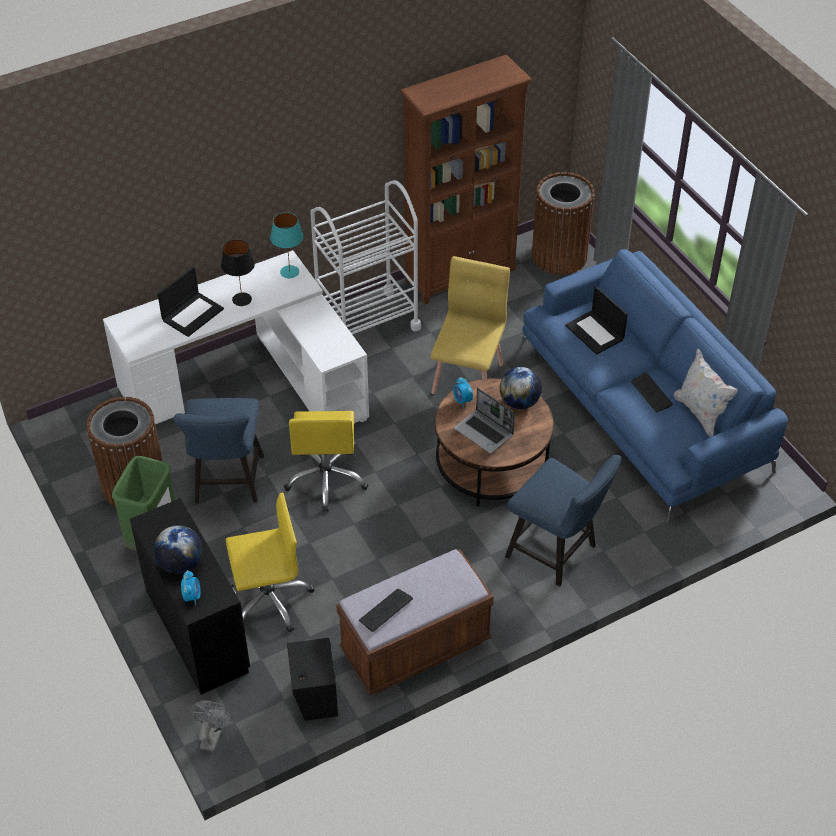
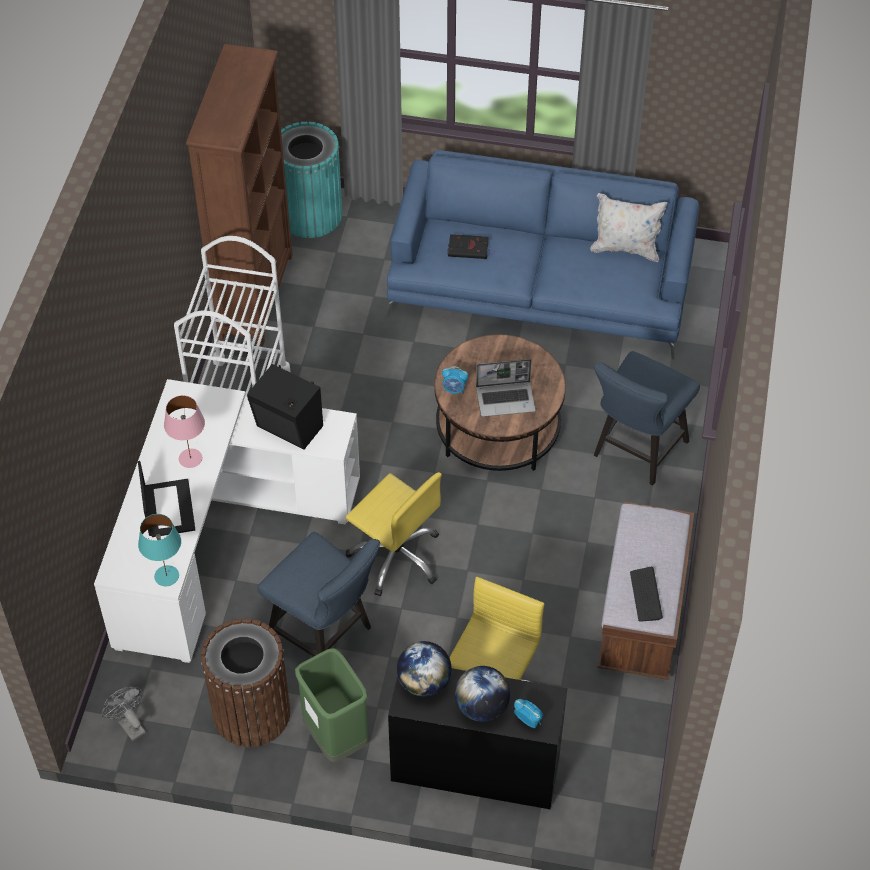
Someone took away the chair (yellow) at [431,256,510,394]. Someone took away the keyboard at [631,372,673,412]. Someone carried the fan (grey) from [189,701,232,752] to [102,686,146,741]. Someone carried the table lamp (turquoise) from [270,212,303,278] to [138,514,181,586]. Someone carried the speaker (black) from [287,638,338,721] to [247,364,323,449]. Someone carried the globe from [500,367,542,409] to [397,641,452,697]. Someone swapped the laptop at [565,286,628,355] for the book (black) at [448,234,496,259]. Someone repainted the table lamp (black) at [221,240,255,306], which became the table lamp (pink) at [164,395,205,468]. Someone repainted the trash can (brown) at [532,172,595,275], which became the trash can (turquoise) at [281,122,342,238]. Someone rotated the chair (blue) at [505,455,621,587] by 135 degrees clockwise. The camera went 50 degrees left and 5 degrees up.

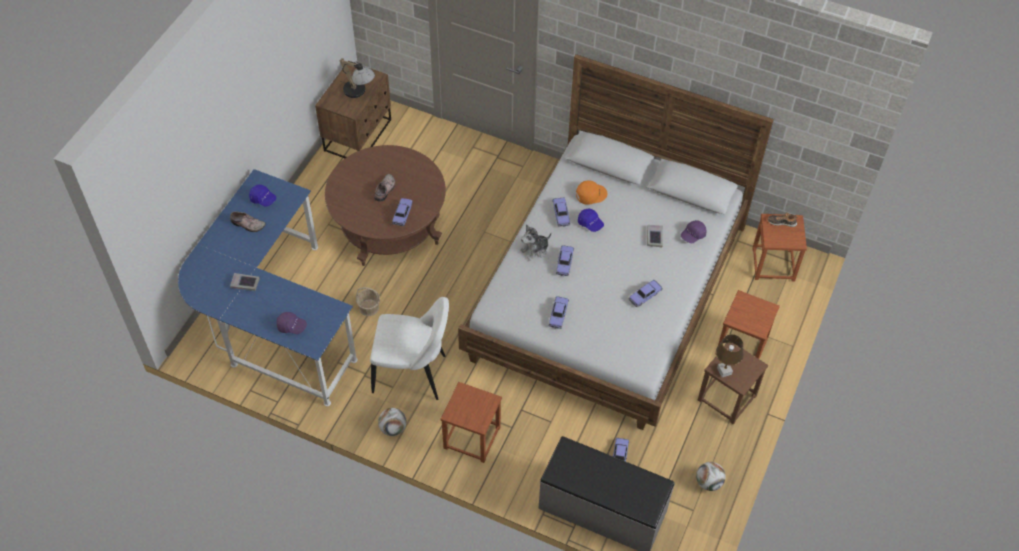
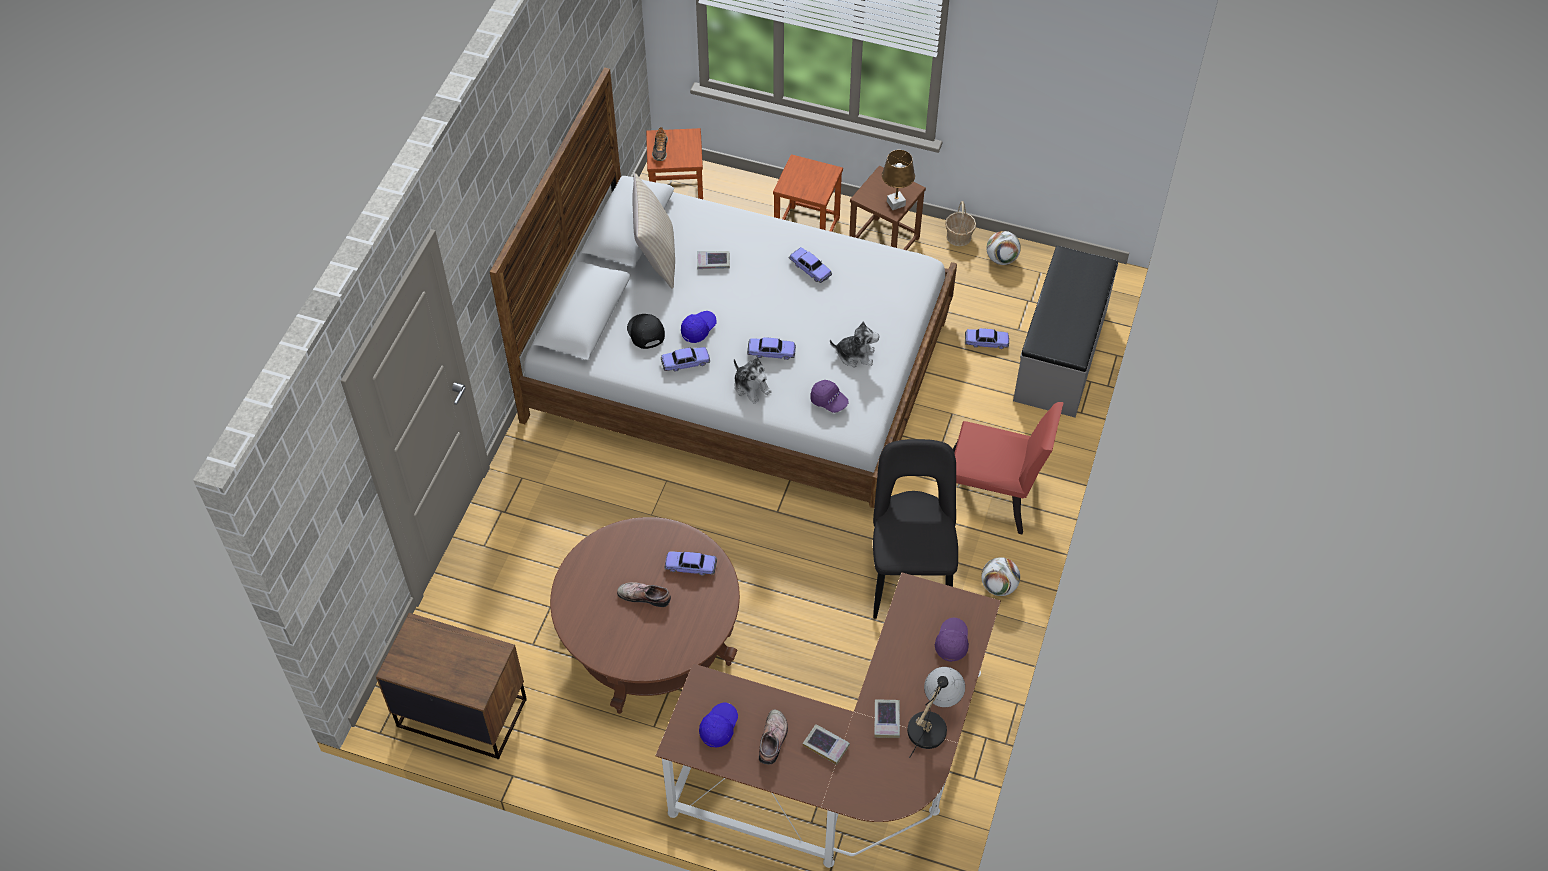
Someone put down the pillow (beige) at [632,173,675,289]. Someone put down the book at [803,724,850,765]. Someone carried the table lamp from [339,58,375,98] to [907,667,965,758]. Someone carried the basket from [356,287,380,316] to [945,201,976,246]. Someone carried the cap (purple) from [681,220,706,243] to [810,380,849,413]. Someone swapped the stool (brown) at [441,382,502,463] for the chair (red) at [953,402,1064,535]. Someone swapped the toy car at [549,296,569,329] for the plush toy at [830,321,879,368]. Someone repainted the desk (blue) at [178,169,358,406], which became the desk (brown) at [655,572,1001,868]. Someone repainted the chair (white) at [370,297,449,400], which became the chair (black) at [873,439,958,619]. Someone repainted the cap (orange) at [576,180,607,205], which became the cap (black) at [627,314,665,349]. The camera went 95 degrees left and 0 degrees up.

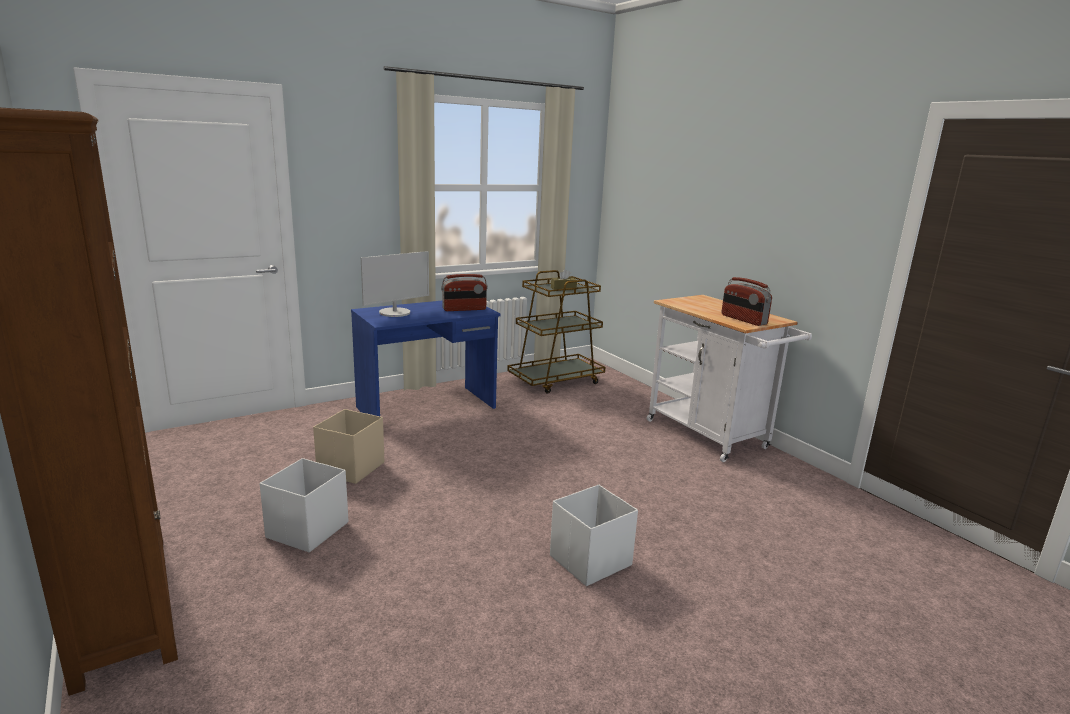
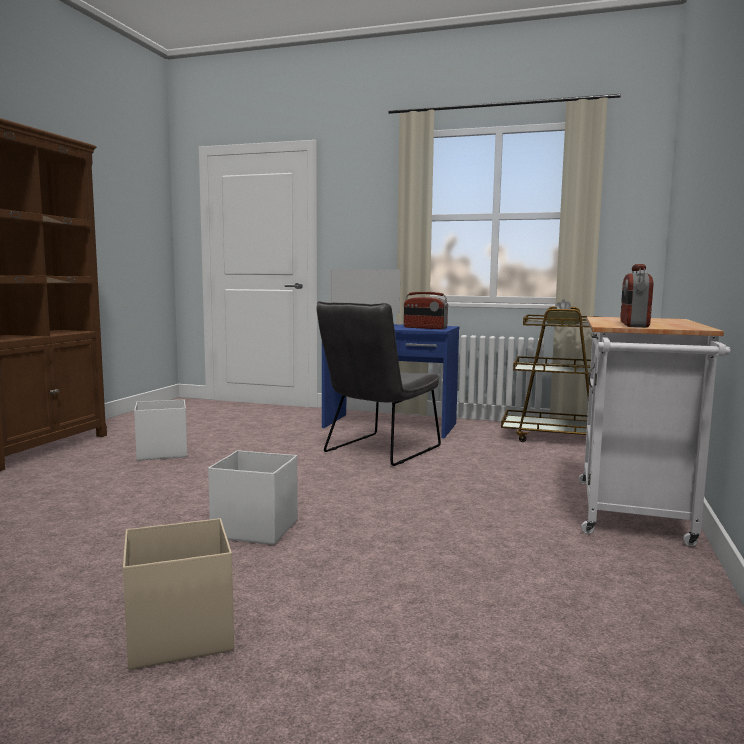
Someone put down the chair (grey) at [317,301,441,466]. Someone carried the storage box (beige) from [313,409,384,484] to [123,518,234,670]. The camera went 50 degrees right and 10 degrees down.

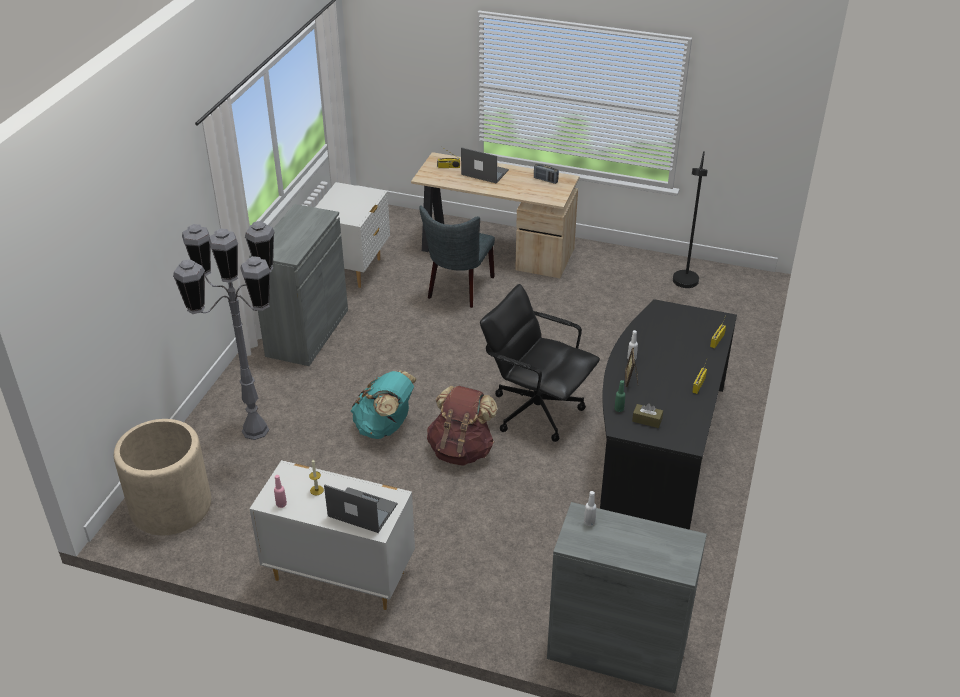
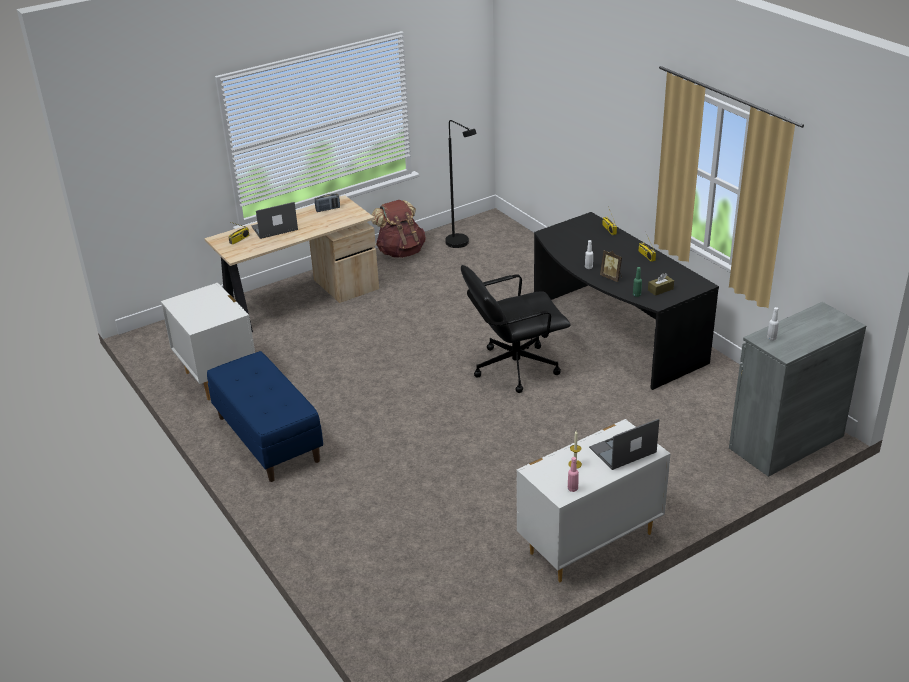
Someone took away the planter (beige) at [114,419,211,535]. Someone took away the floor lamp (grey) at [173,221,275,440]. Someone took away the backpack (turquoise) at [351,370,417,439]. Someone took away the chair (grey) at [419,205,495,308]. Someone carried the backpack (brown) from [427,386,497,466] to [371,200,426,258]. Someone swapped the cabinet (grey) at [249,204,348,366] for the bench (blue) at [207,351,323,482]. The camera went 50 degrees left and 5 degrees down.

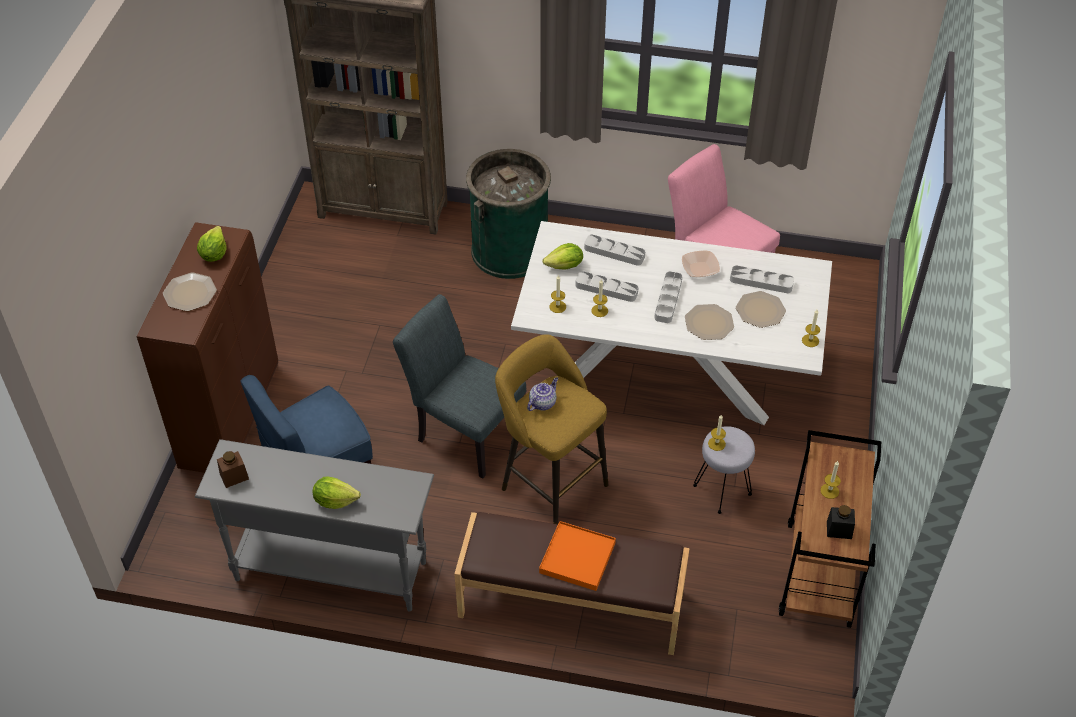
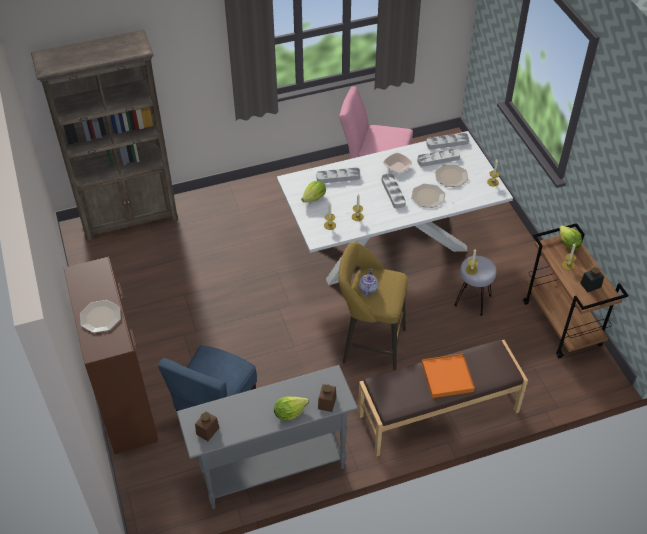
Someone took away the chair (grey) at [393,294,526,479]. Someone took away the trash can (green) at [466,149,551,279]. Someone put down the jar (brown) at [318,384,336,412]. Someone carried the lettuce from [197,226,227,262] to [559,225,582,250]. Someone carried the tray (grey) from [575,271,638,302] to [426,133,469,149]. The camera went 30 degrees left and 0 degrees up.

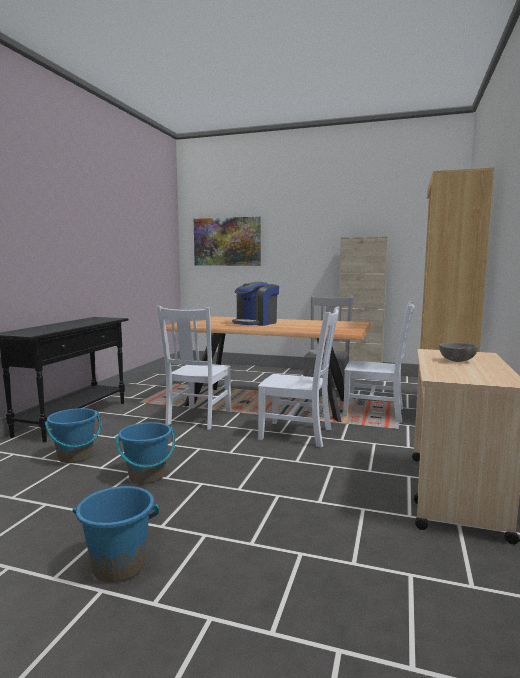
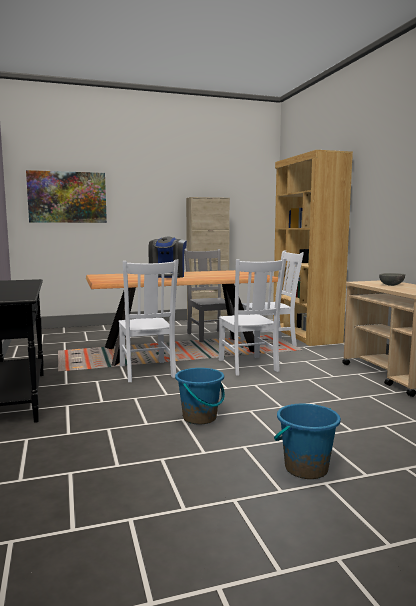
Someone took away the bucket (blue) at [44,408,101,463]. Someone rotated the chair (white) at [258,306,340,448] by 90 degrees clockwise. The camera went 35 degrees left and 0 degrees up.

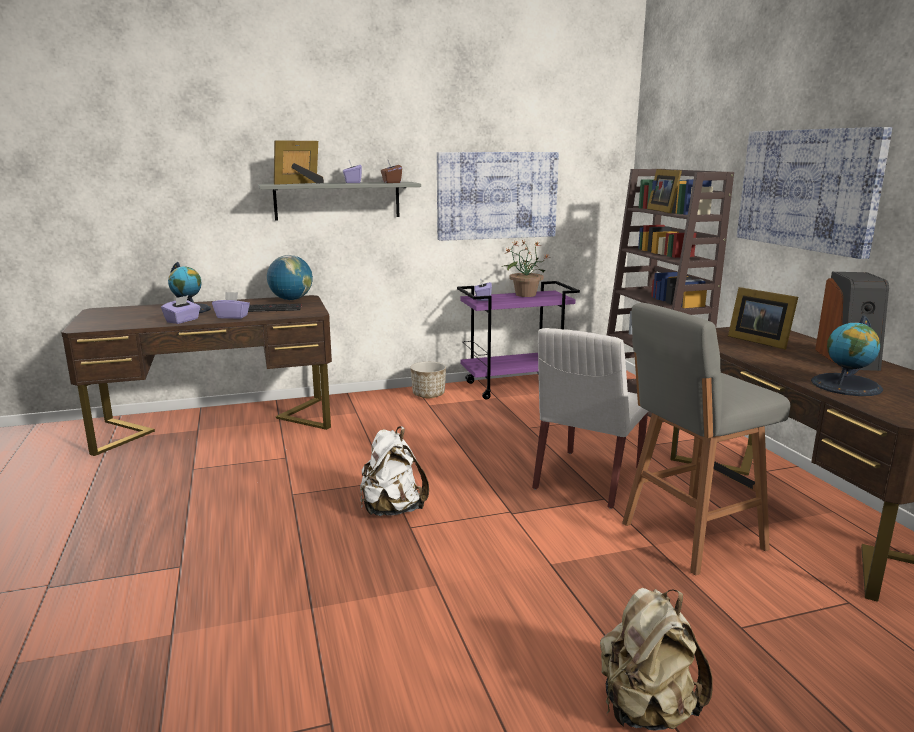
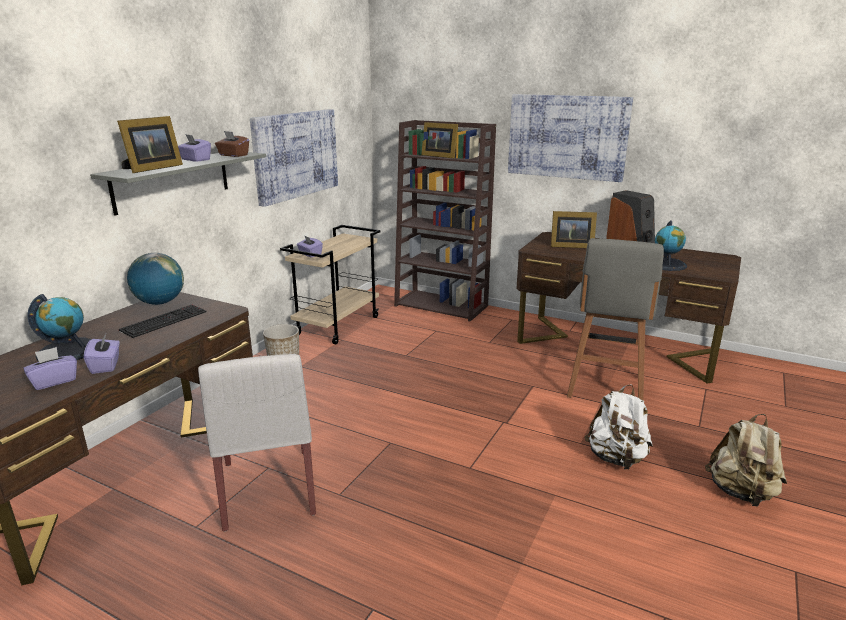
Someone took away the potted plant at [502,240,548,297]. Someone carried the tissue box (purple) from [212,292,250,319] to [24,347,77,390]. Someone carried the backpack (white) from [360,426,429,516] to [585,384,653,469]. Someone carried the chair (white) from [532,328,648,509] to [198,354,316,531]. Someone repainted the cart (purple) at [457,281,580,400], which became the cart (beige) at [280,225,380,345]. Someone rotated the picture frame at [274,140,324,185] by 150 degrees counterclockwise. The camera went 45 degrees left and 5 degrees up.

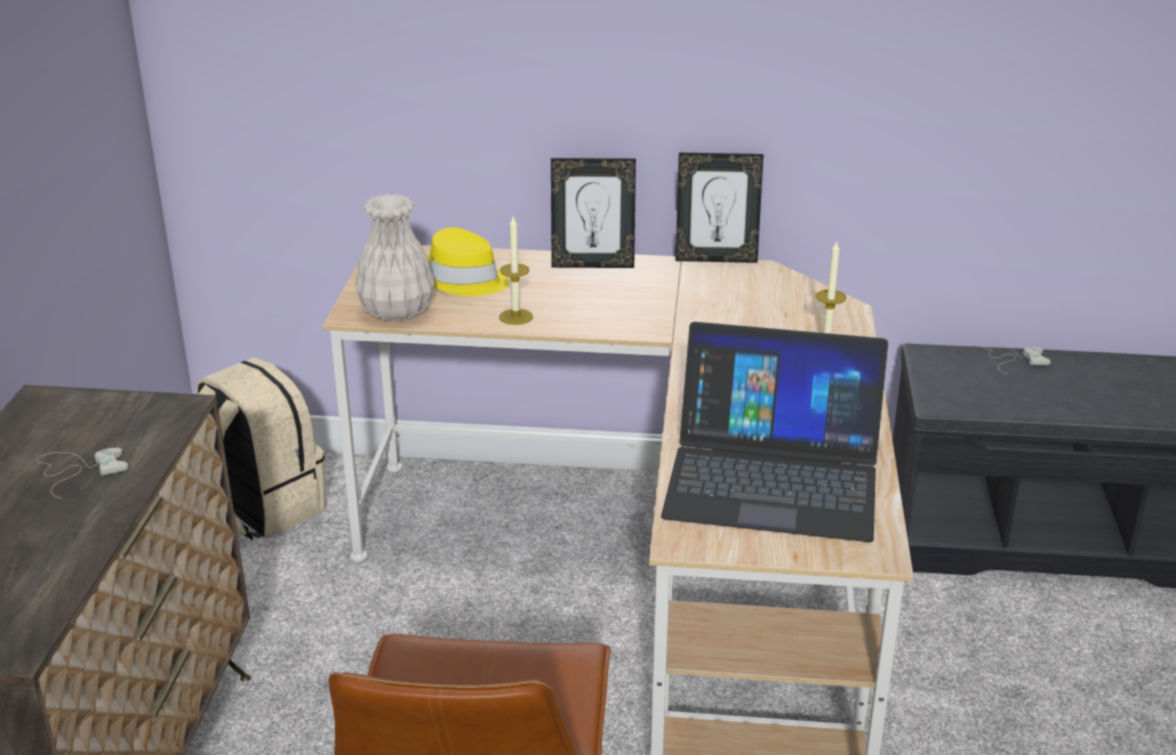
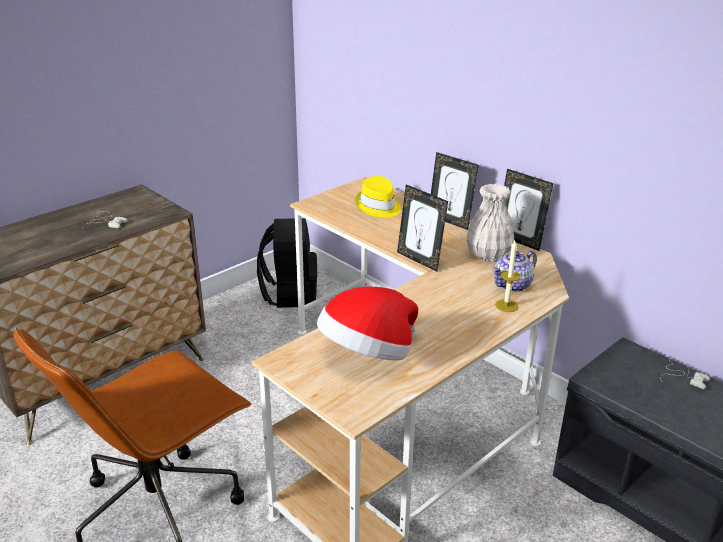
Someone took away the candle at [499,217,533,325]. Someone put down the picture frame at [397,184,448,272]. Someone put down the teapot at [493,251,537,292]. Someone carried the vase (white) from [355,194,435,322] to [466,184,515,261]. Someone swapped the laptop at [661,322,888,542] for the hat at [317,287,418,360]. Someone repainted the backpack (beige) at [196,357,326,540], which became the backpack (black) at [257,218,317,308]. The camera went 40 degrees right and 0 degrees up.

